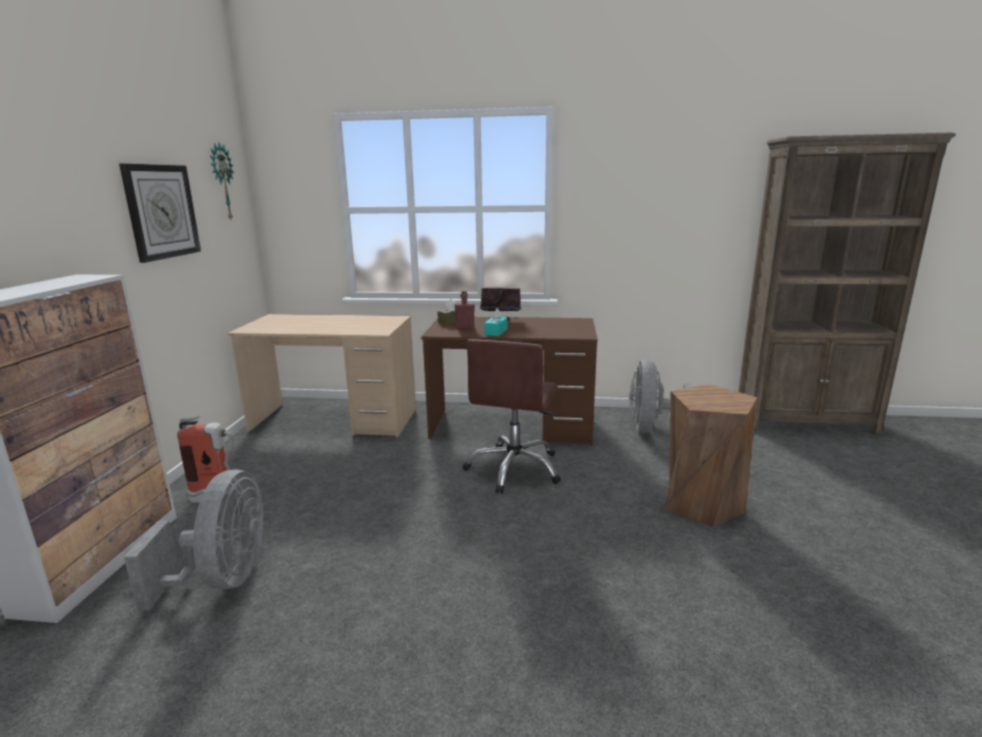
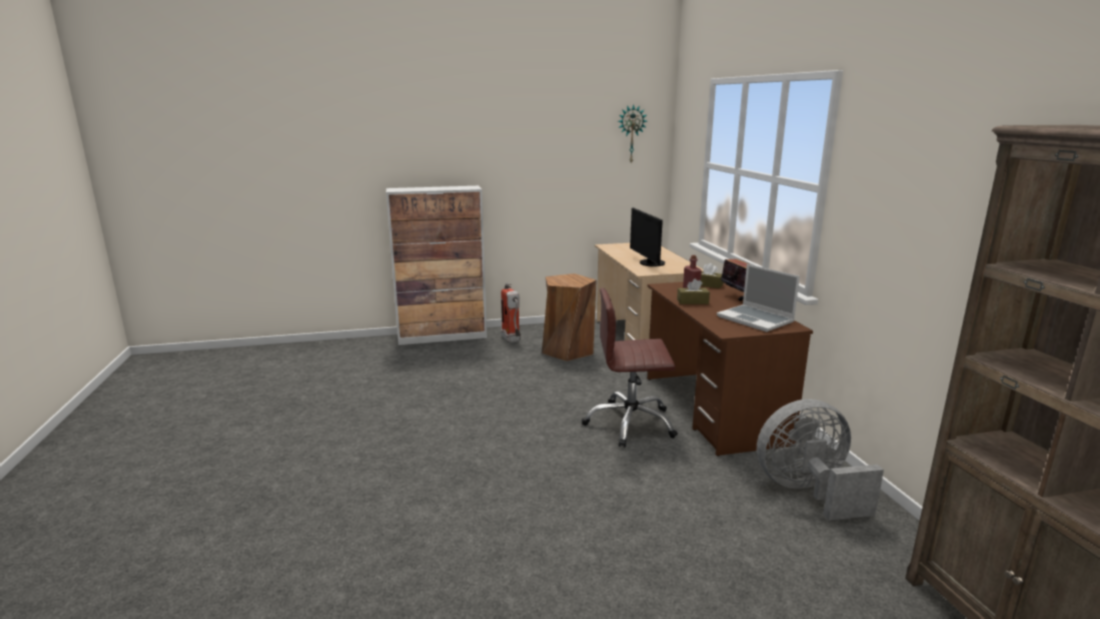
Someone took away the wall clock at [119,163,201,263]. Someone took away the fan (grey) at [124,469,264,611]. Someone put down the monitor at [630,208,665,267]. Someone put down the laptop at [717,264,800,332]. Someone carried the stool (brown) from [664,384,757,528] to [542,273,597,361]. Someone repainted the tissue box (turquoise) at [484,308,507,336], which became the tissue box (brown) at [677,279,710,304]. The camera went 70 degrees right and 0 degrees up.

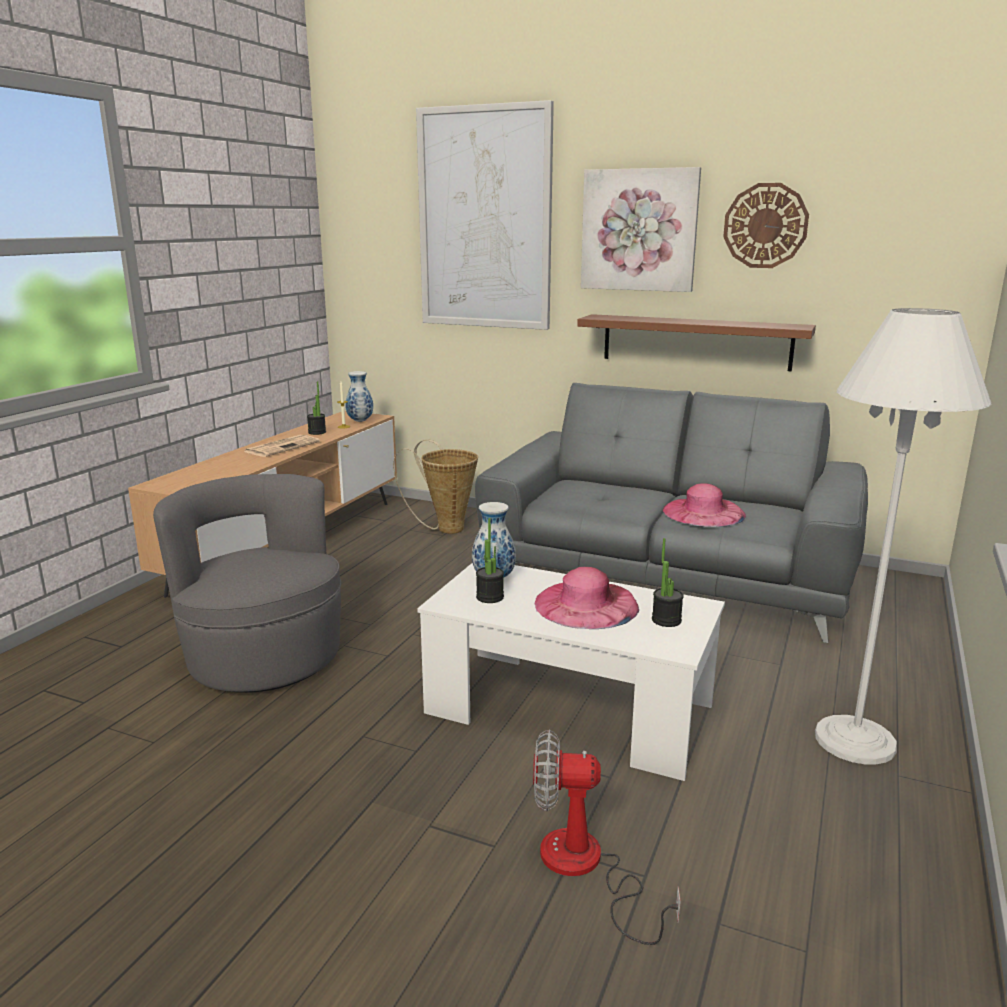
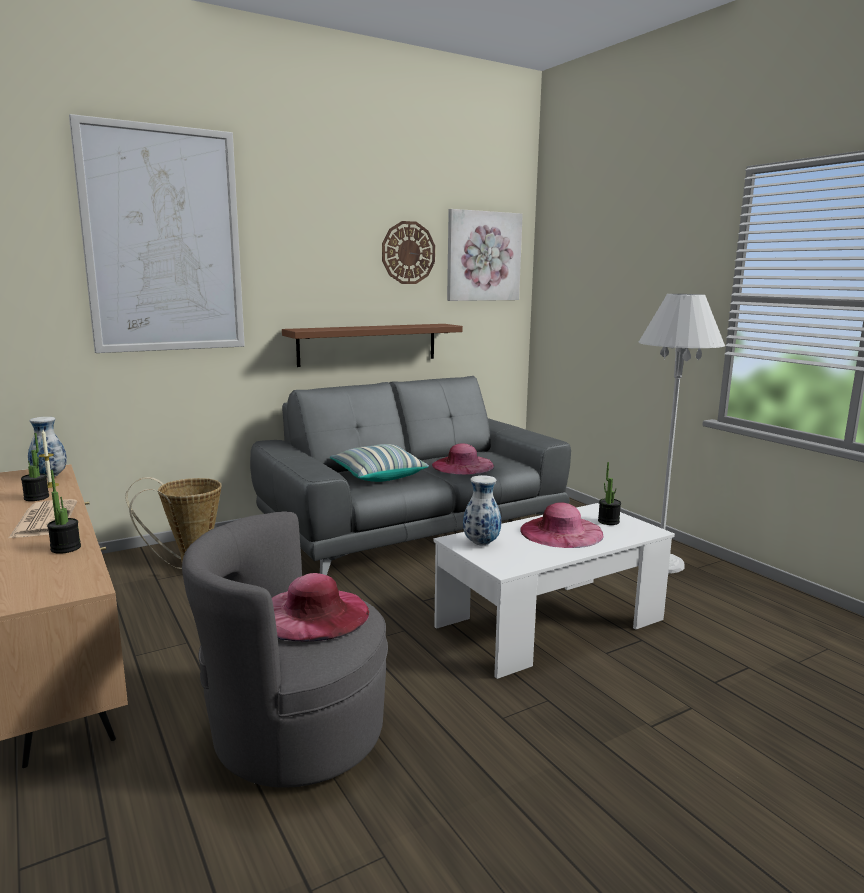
Someone took away the fan at [533,730,681,945]. Someone put down the hat (pink) at [272,573,369,641]. Someone put down the pillow at [330,444,429,482]. Someone carried the potted plant from [476,518,504,603] to [47,470,81,554]. Someone carried the picture from [581,167,701,292] to [447,209,523,301]. The camera went 55 degrees left and 5 degrees down.

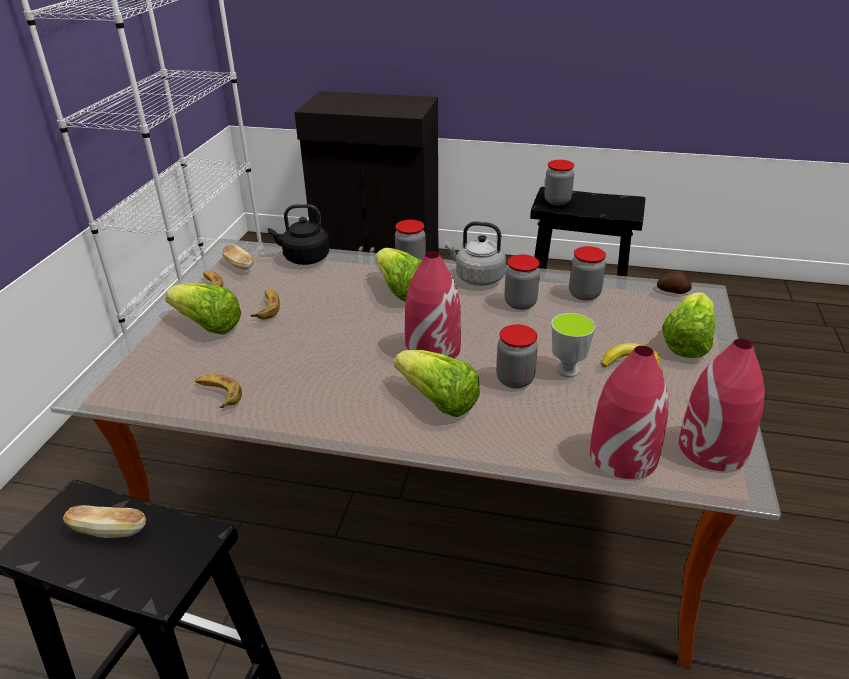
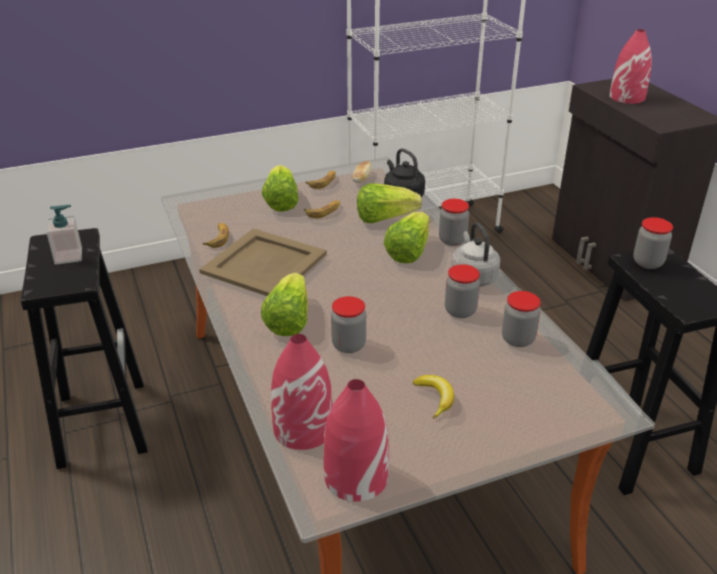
Someone took away the cup at [551,313,596,377]. Someone took away the potato at [657,271,692,294]. Someone put down the tray (beige) at [199,228,327,296]. Someone carried the vase (red) from [405,251,461,358] to [609,29,652,104]. Someone carried the lettuce from [662,292,715,358] to [357,183,422,223]. Someone swapped the bread at [63,505,146,538] for the soap dispenser at [46,205,82,265]. The camera went 55 degrees right and 0 degrees up.

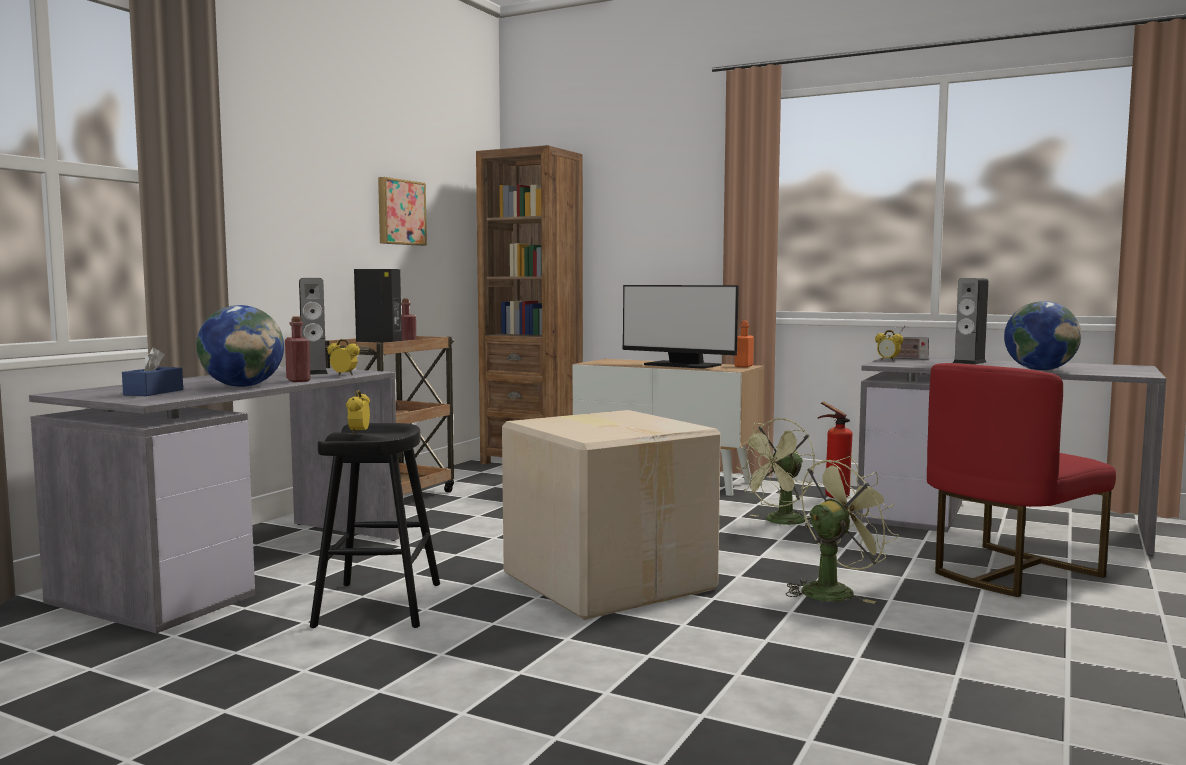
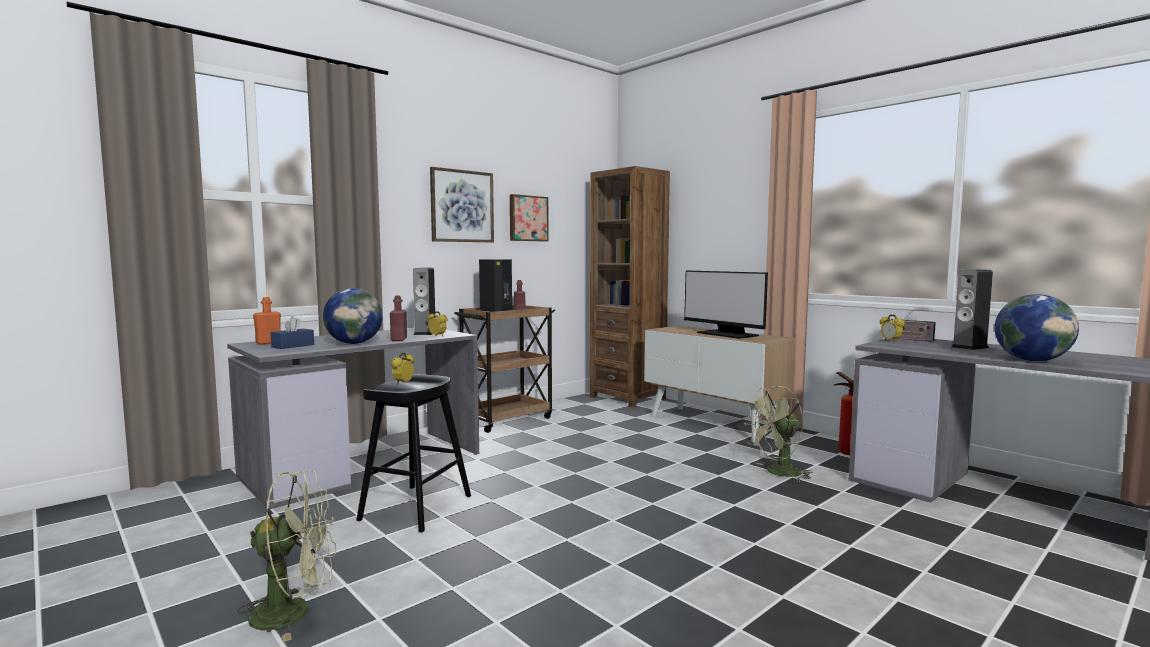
Someone took away the cardboard box at [502,410,721,620]. Someone took away the chair (red) at [927,363,1116,597]. Someone put up the picture at [430,167,494,242]. Someone carried the bottle (orange) from [735,321,754,368] to [253,297,281,345]. Someone carried the fan (green) from [786,456,899,604] to [237,470,336,642]. The camera went 20 degrees right and 0 degrees up.

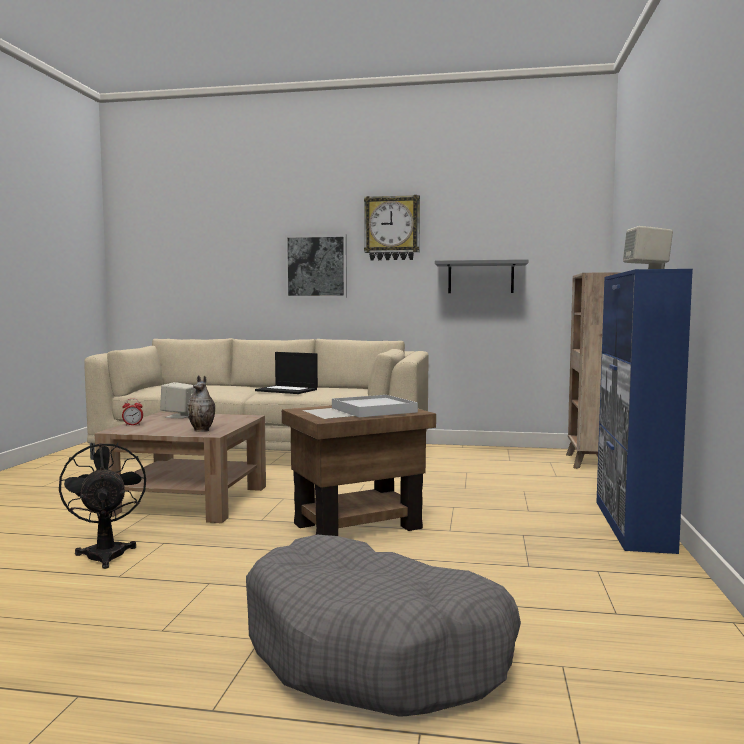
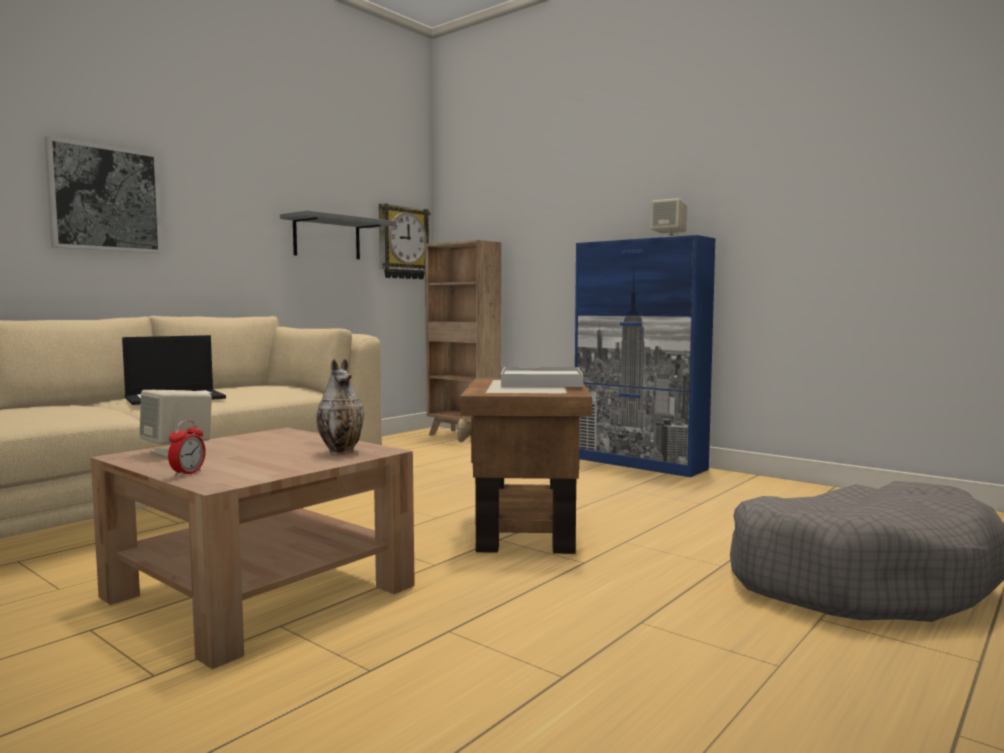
Someone took away the fan (black) at [59,443,146,569]. Someone carried the wall clock from [364,195,420,260] to [379,203,430,279]. The camera went 60 degrees left and 0 degrees up.

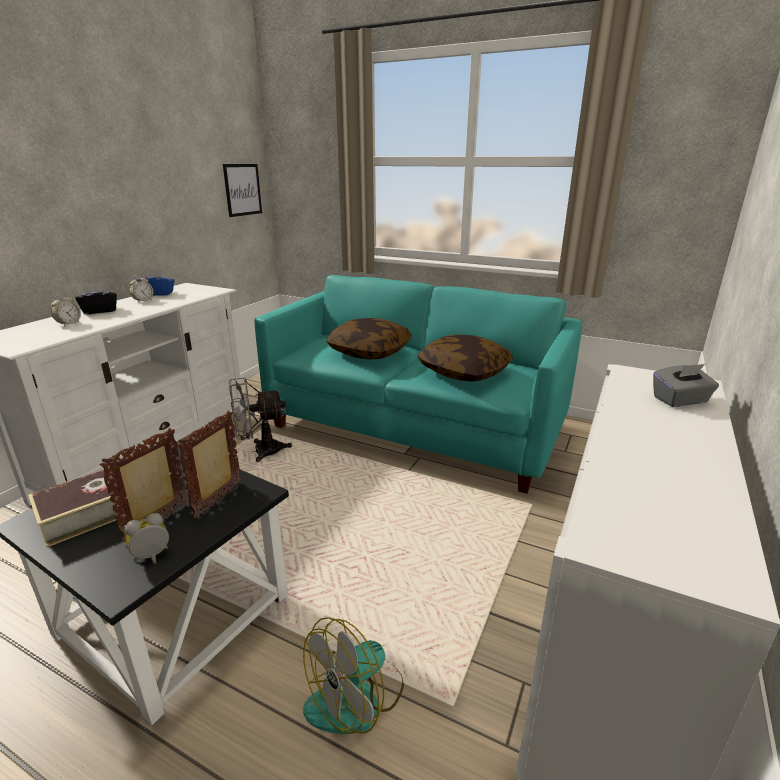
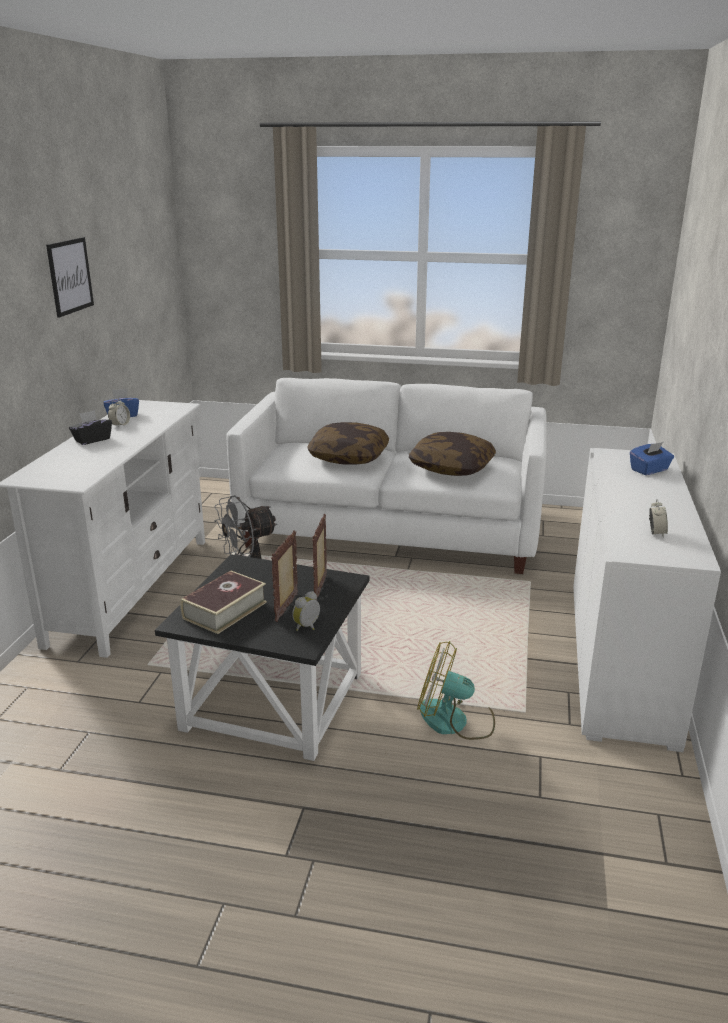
Someone carried the alarm clock from [51,294,81,327] to [649,499,668,538]. Someone carried the picture from [223,164,262,217] to [46,237,94,318]. Someone repainted the sofa (turquoise) at [254,275,582,494], which became the sofa (white) at [227,378,547,574]. Someone repainted the tissue box (grey) at [653,364,719,407], which became the tissue box (blue) at [630,442,674,475]. Someone rotated the fan at [303,617,404,734] by 75 degrees clockwise. The camera went 15 degrees left and 0 degrees up.

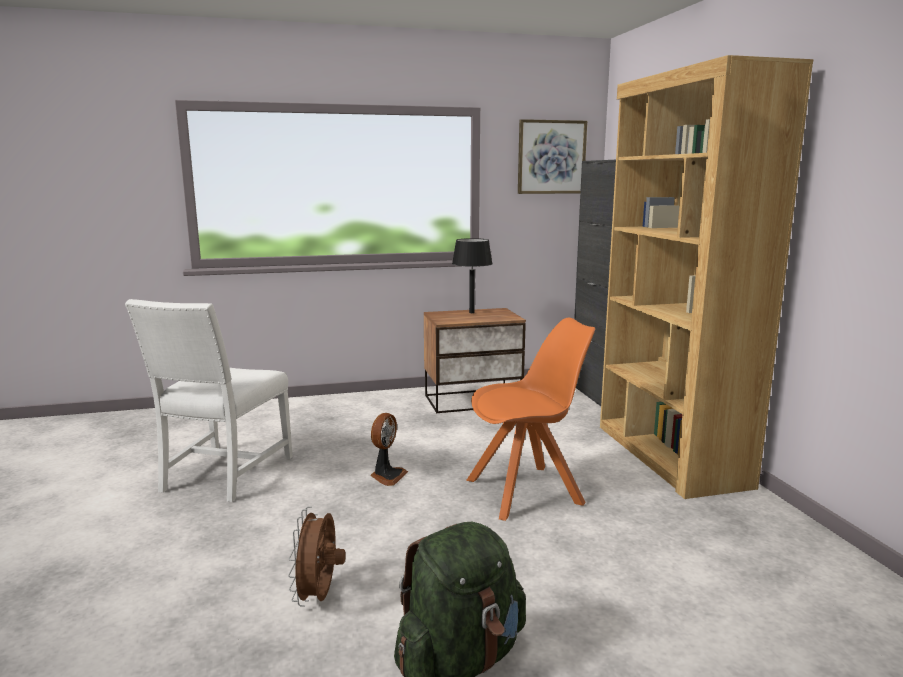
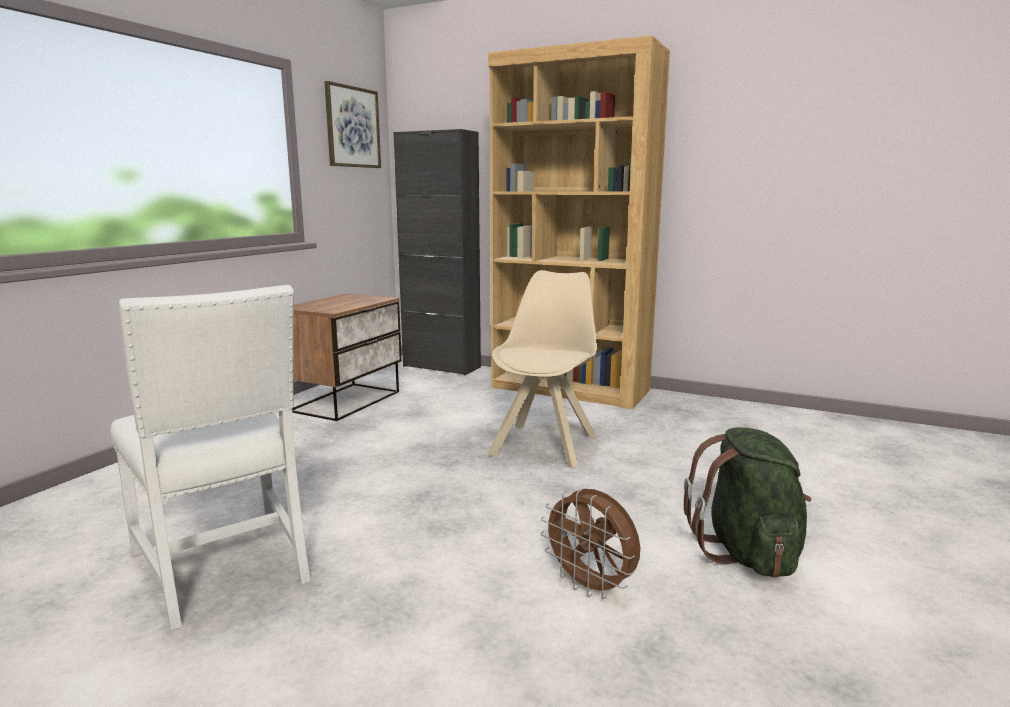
Someone took away the fan at [370,413,408,486]. Someone took away the table lamp (black) at [452,238,493,313]. Someone repainted the chair (orange) at [466,318,595,521], which became the chair (beige) at [487,270,597,468]. The camera went 50 degrees left and 0 degrees up.

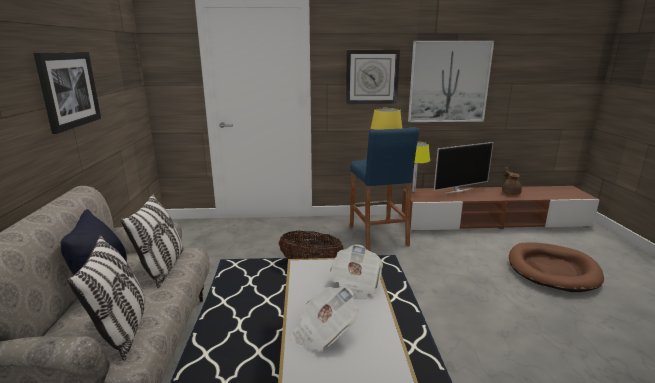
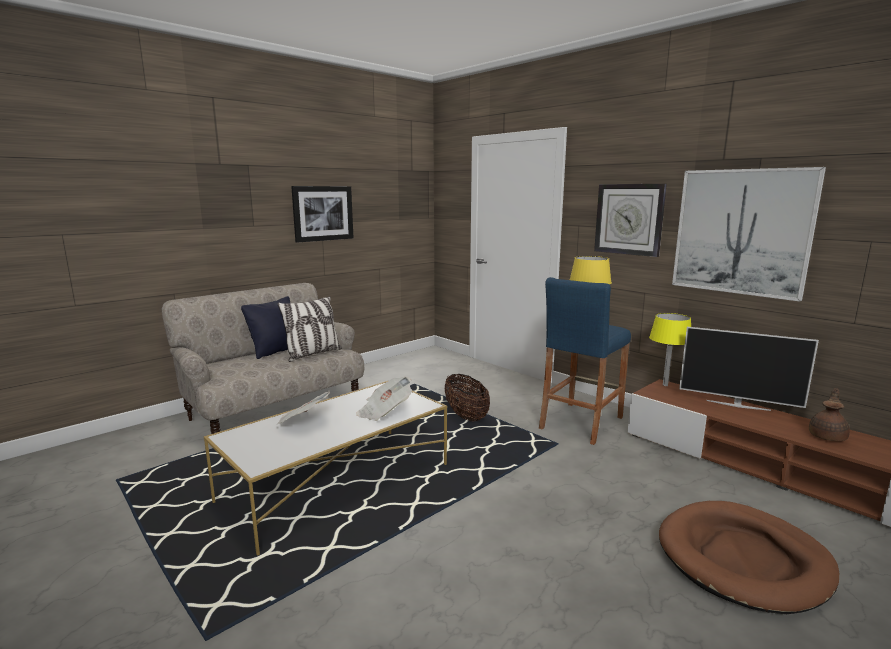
Someone took away the pillow at [67,235,145,360]. The camera went 50 degrees right and 5 degrees down.

